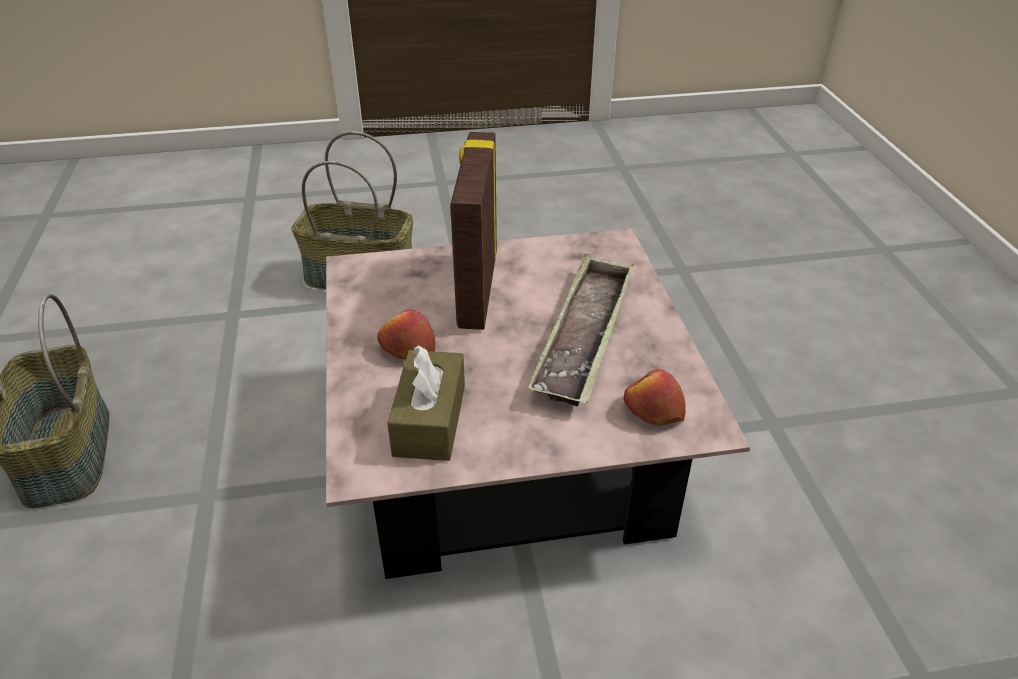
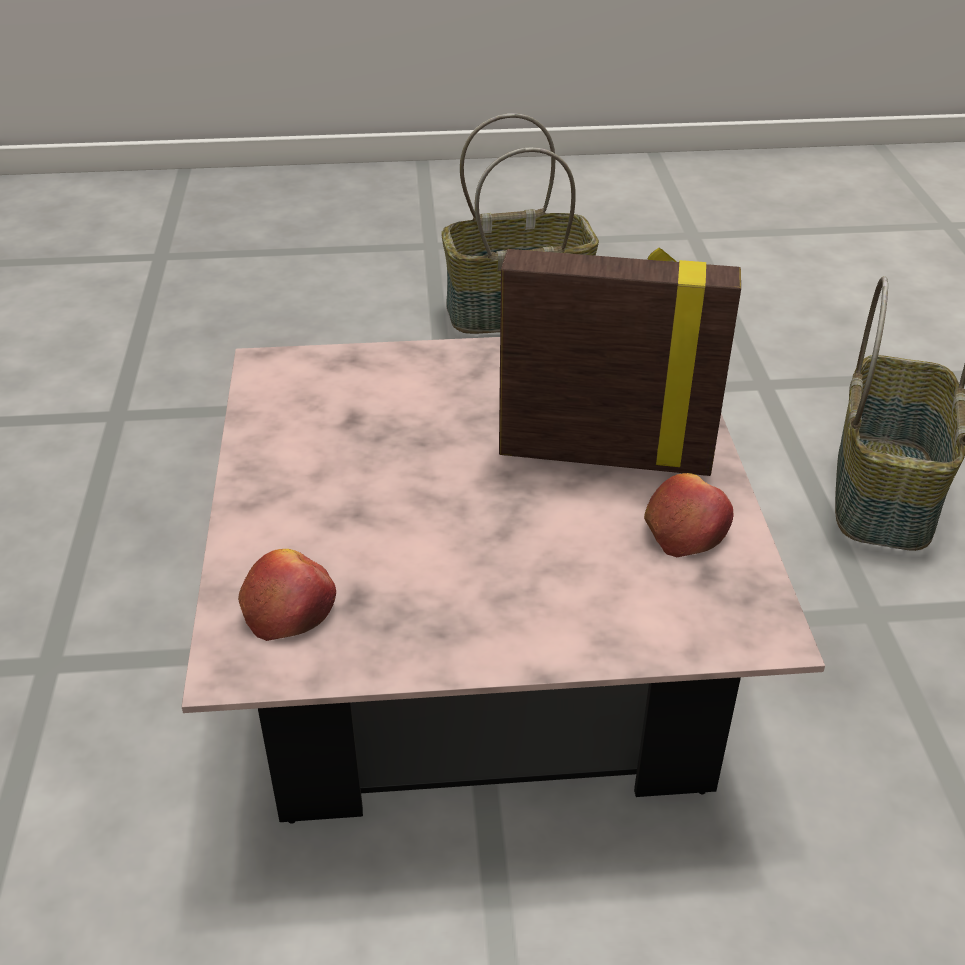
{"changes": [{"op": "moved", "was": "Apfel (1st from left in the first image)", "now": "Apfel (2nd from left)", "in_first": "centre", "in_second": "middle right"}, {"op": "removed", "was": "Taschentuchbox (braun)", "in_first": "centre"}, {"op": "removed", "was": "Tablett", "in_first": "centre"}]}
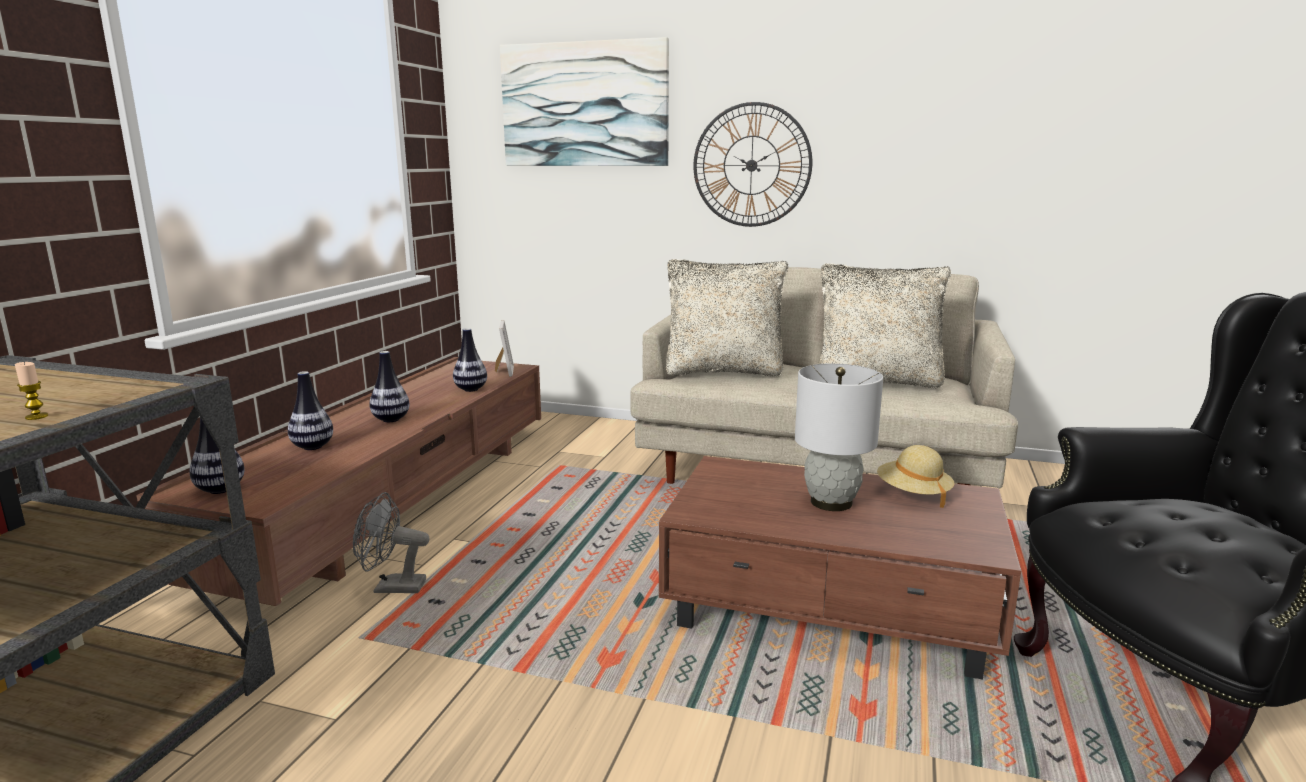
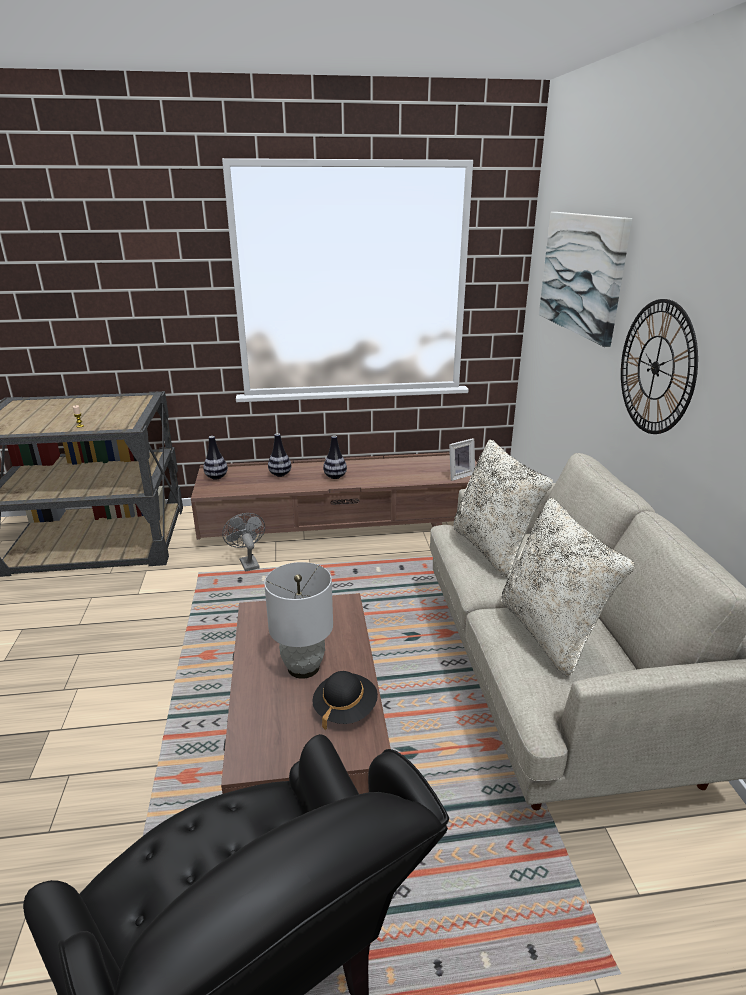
{"changes": [{"op": "recoloured", "was": "Hut (beige)", "now": "Hut (schwarz)", "in_first": "middle right", "in_second": "bottom centre"}, {"op": "removed", "was": "Vase (4th from left)", "in_first": "centre"}]}
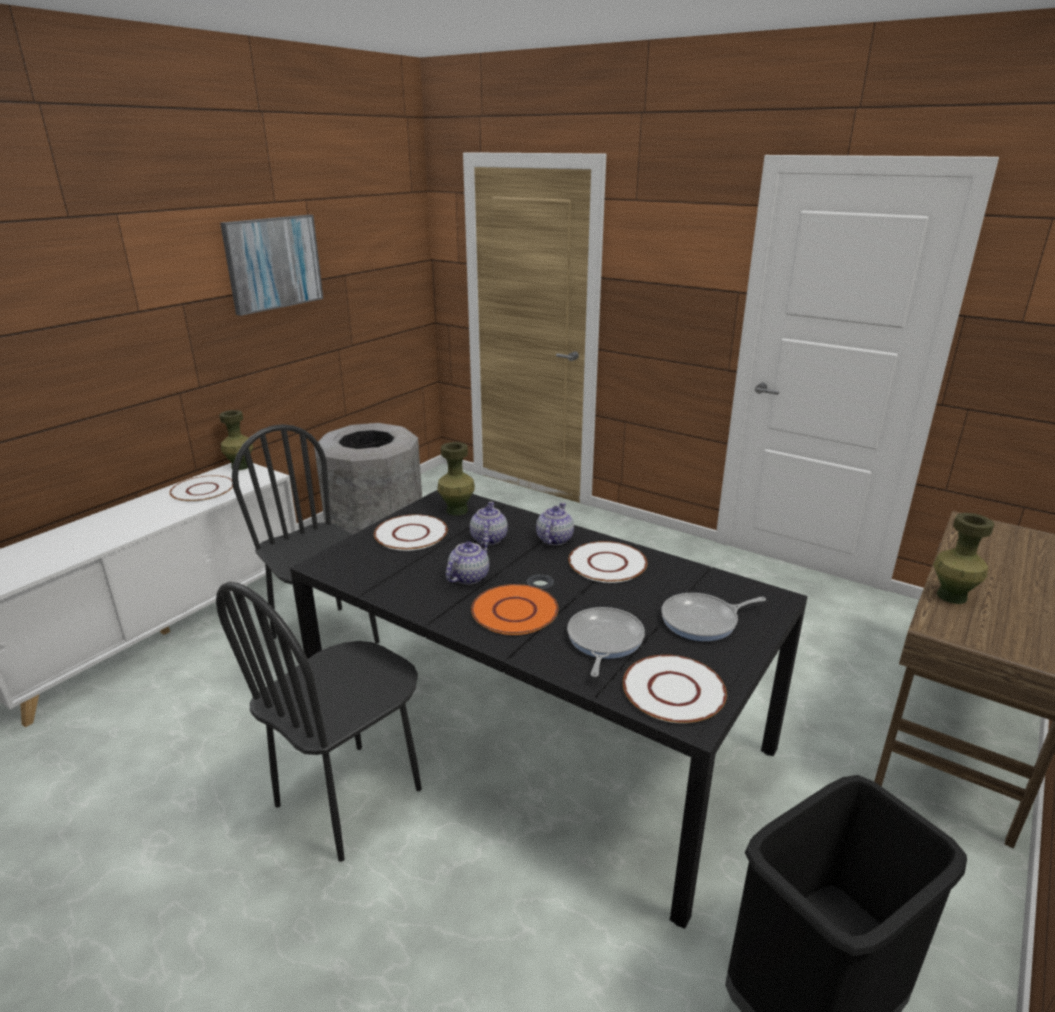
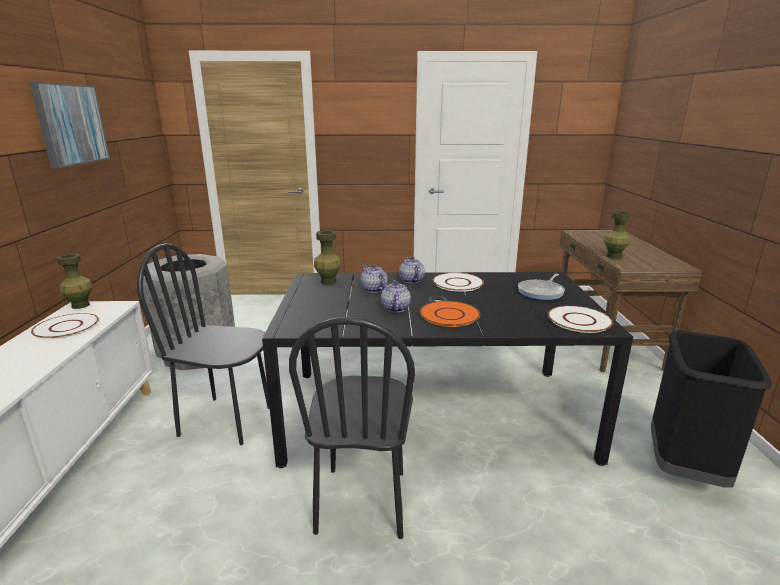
{"changes": [{"op": "removed", "was": "Teller (weiß) (2nd from left)", "in_first": "centre"}, {"op": "removed", "was": "Pfanne (1st from left)", "in_first": "centre"}]}
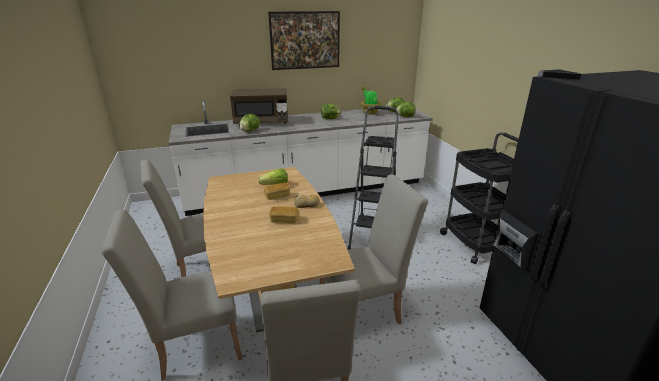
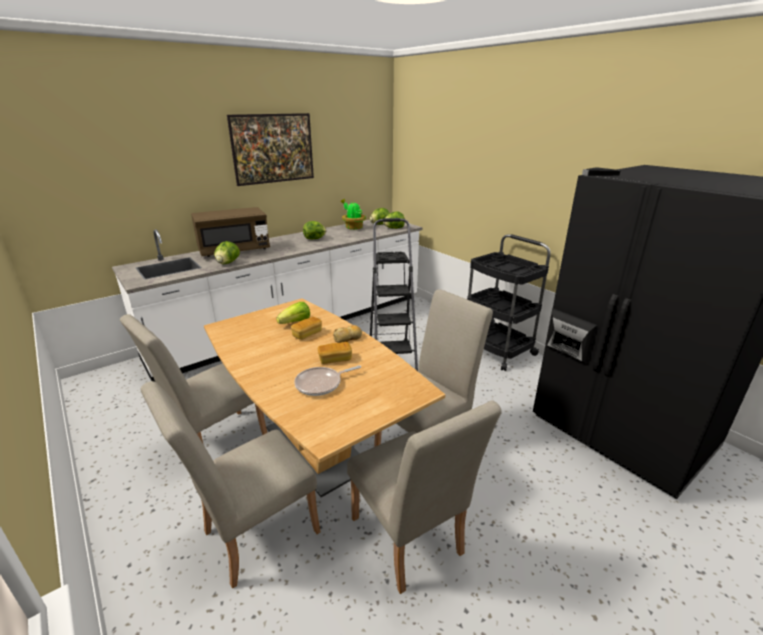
{"changes": [{"op": "added", "now": "Pfanne", "in_second": "centre"}]}
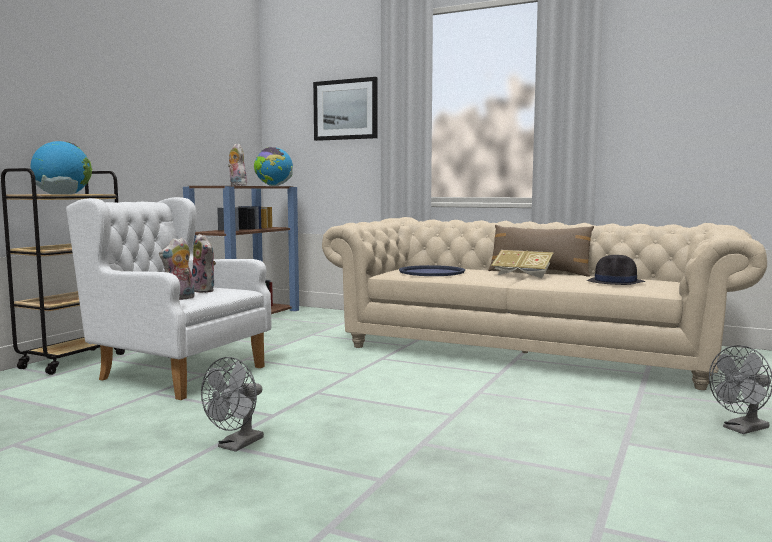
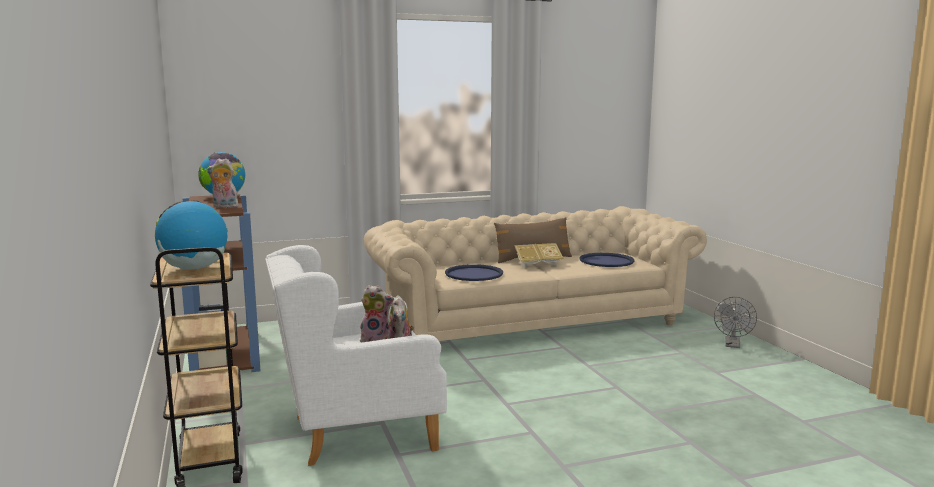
{"changes": [{"op": "replaced", "was": "Hut (schwarz)", "now": "Tablett (blau) (2nd from left)", "in_first": "middle right", "in_second": "centre"}, {"op": "removed", "was": "Ventilator (grau) (1st from left)", "in_first": "bottom left"}, {"op": "removed", "was": "Bild", "in_first": "top centre"}]}
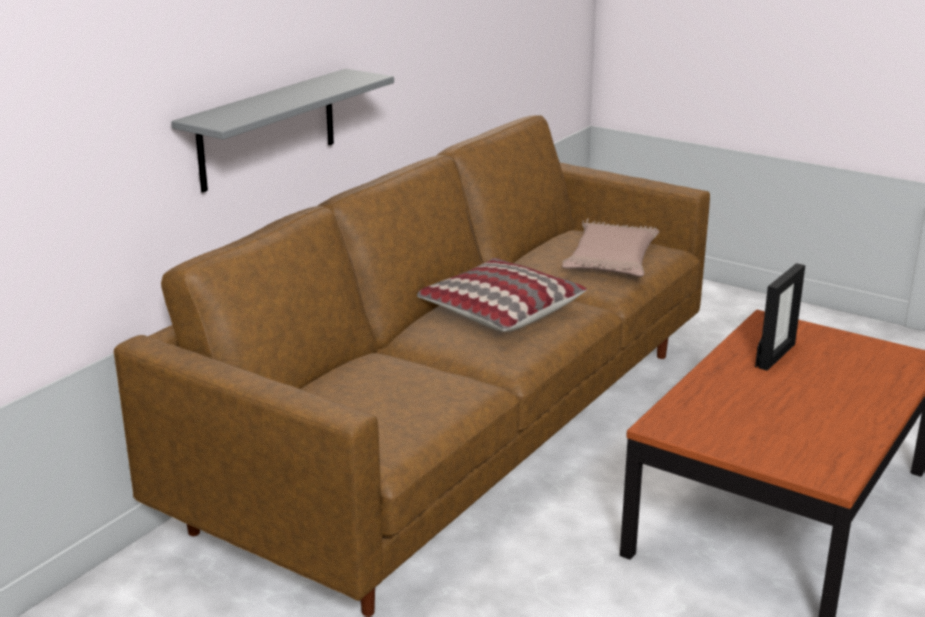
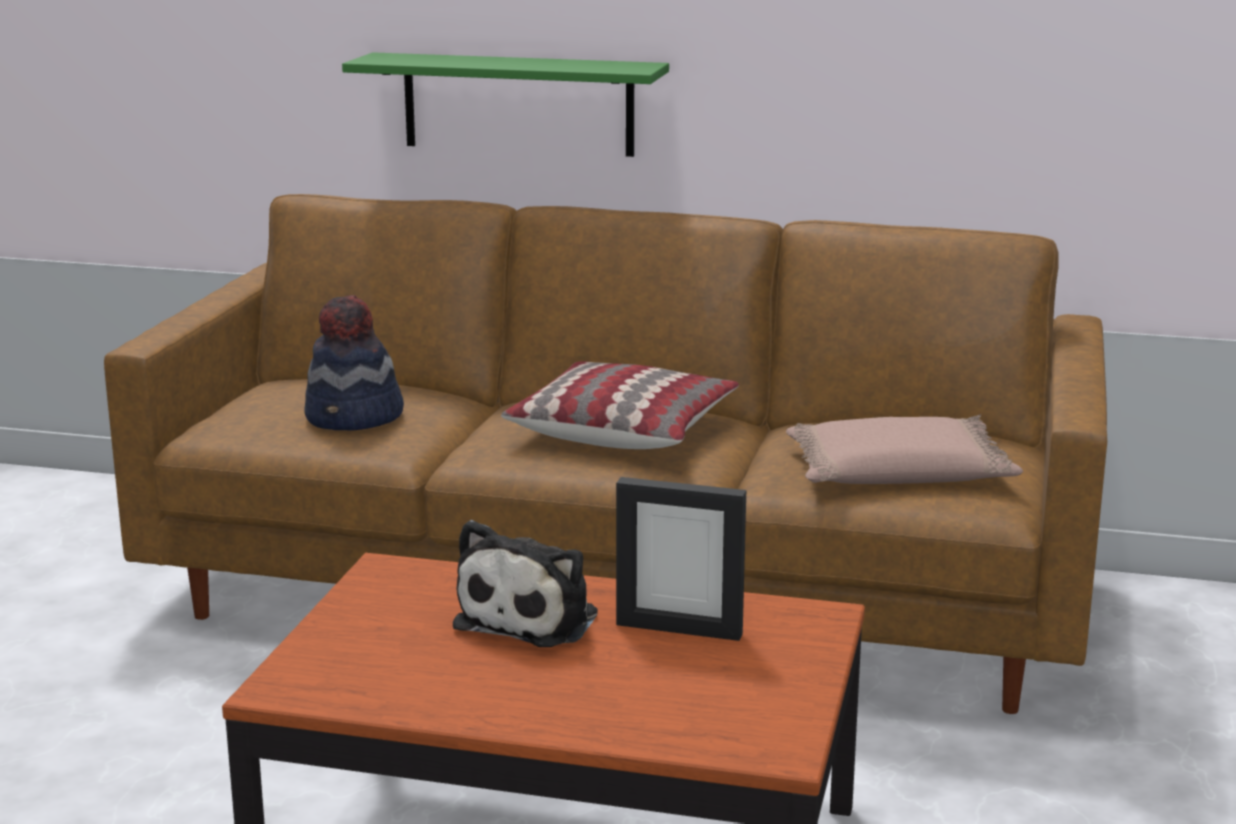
{"changes": [{"op": "added", "now": "Hut", "in_second": "middle left"}, {"op": "recoloured", "was": "Wandregal (grau)", "now": "Wandregal (grün)", "in_first": "top left", "in_second": "top centre"}, {"op": "added", "now": "Plüschtier", "in_second": "bottom centre"}]}
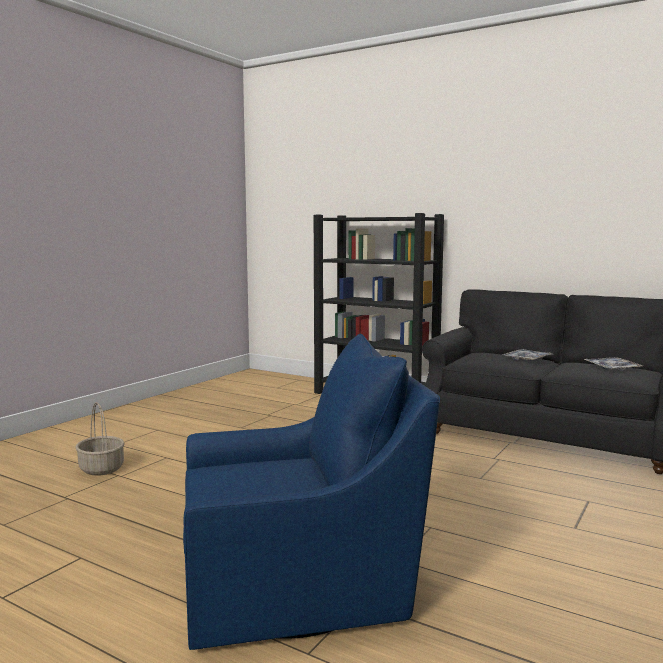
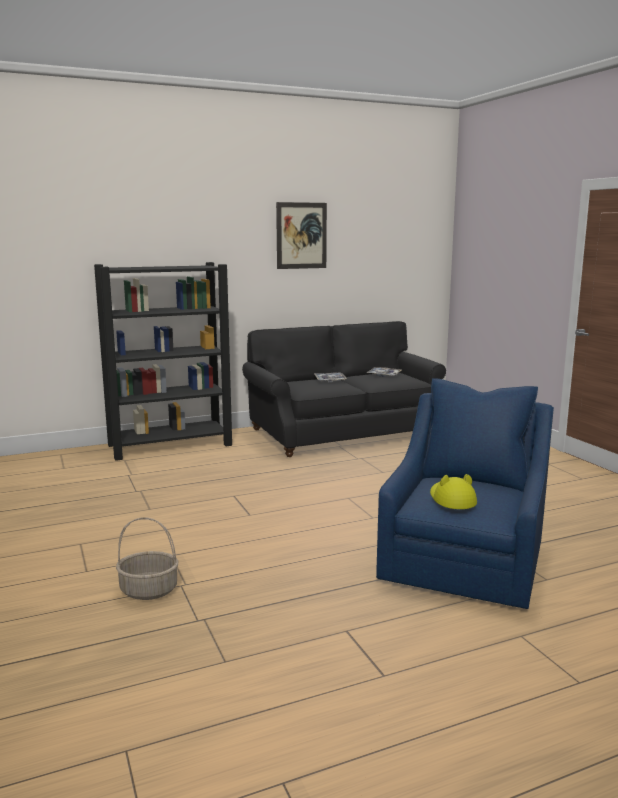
{"changes": [{"op": "added", "now": "Bild", "in_second": "top centre"}, {"op": "added", "now": "Hut (gelb)", "in_second": "middle right"}]}
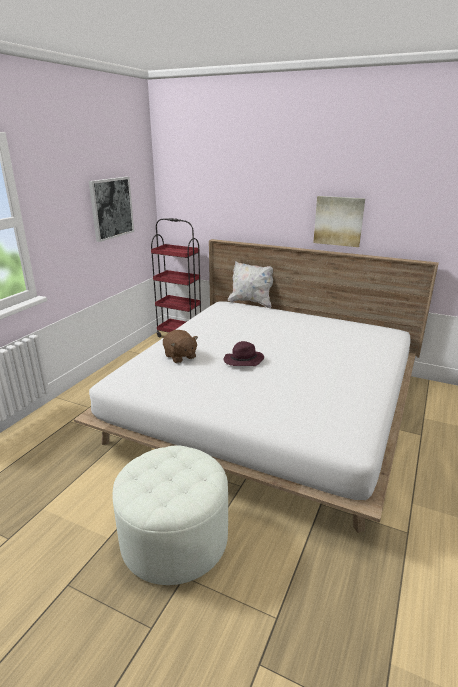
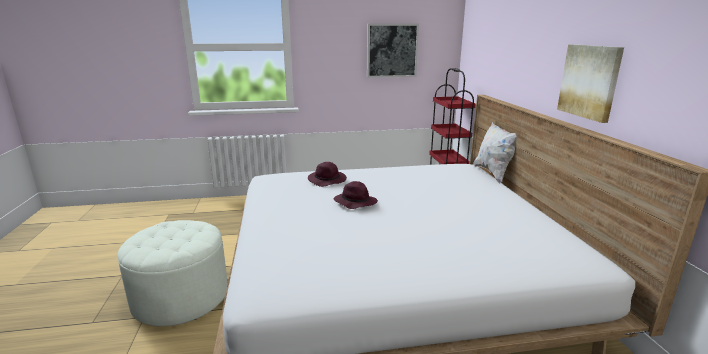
{"changes": [{"op": "replaced", "was": "Plüschtier (braun)", "now": "Hut (lila) (1st from left)", "in_first": "centre", "in_second": "centre"}]}
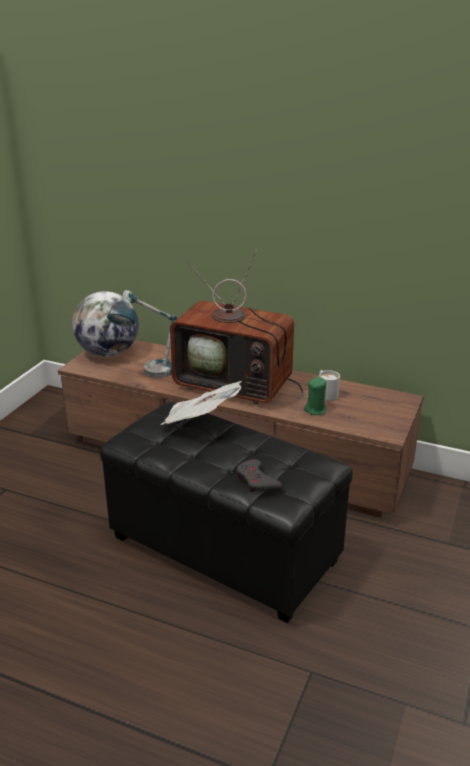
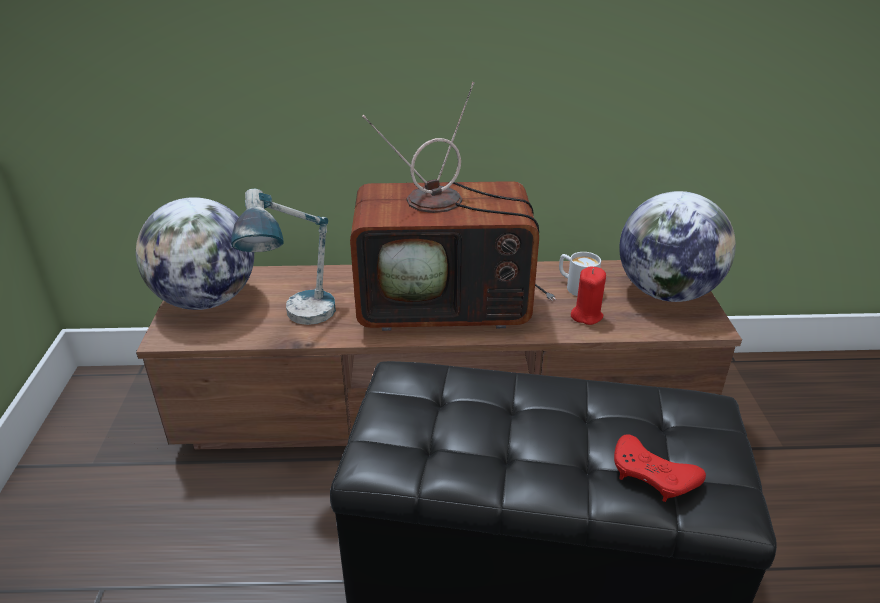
{"changes": [{"op": "recoloured", "was": "Kerze (grün)", "now": "Kerze (rot)", "in_first": "middle right", "in_second": "middle right"}, {"op": "recoloured", "was": "Gamepad (grau)", "now": "Gamepad (rot)", "in_first": "centre", "in_second": "bottom right"}, {"op": "added", "now": "Globus (2nd from left)", "in_second": "middle right"}, {"op": "removed", "was": "Zeitung", "in_first": "centre"}]}
